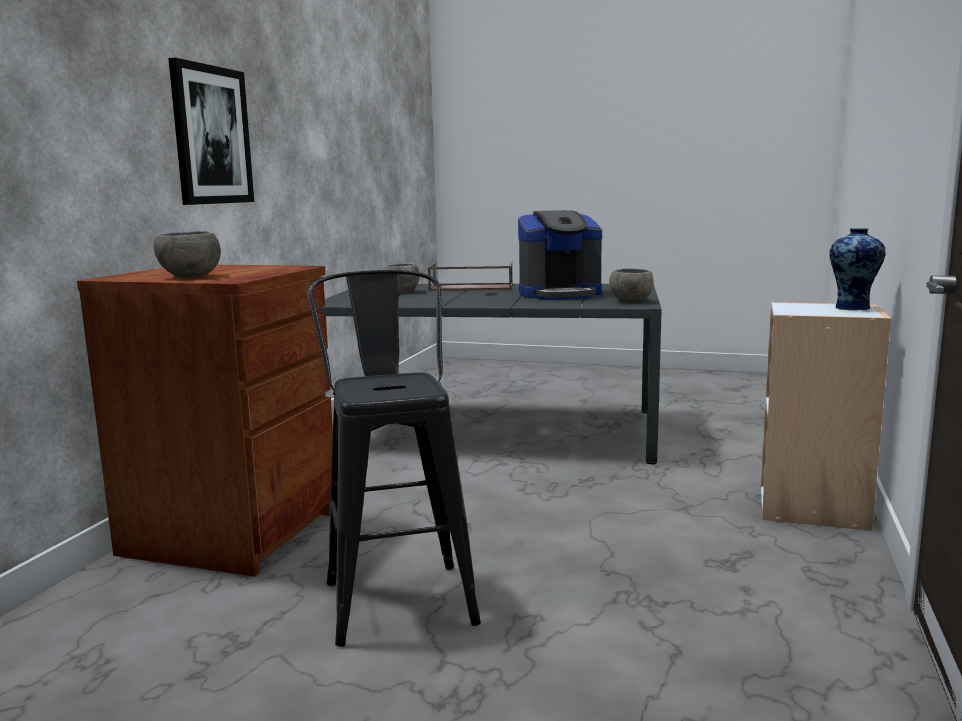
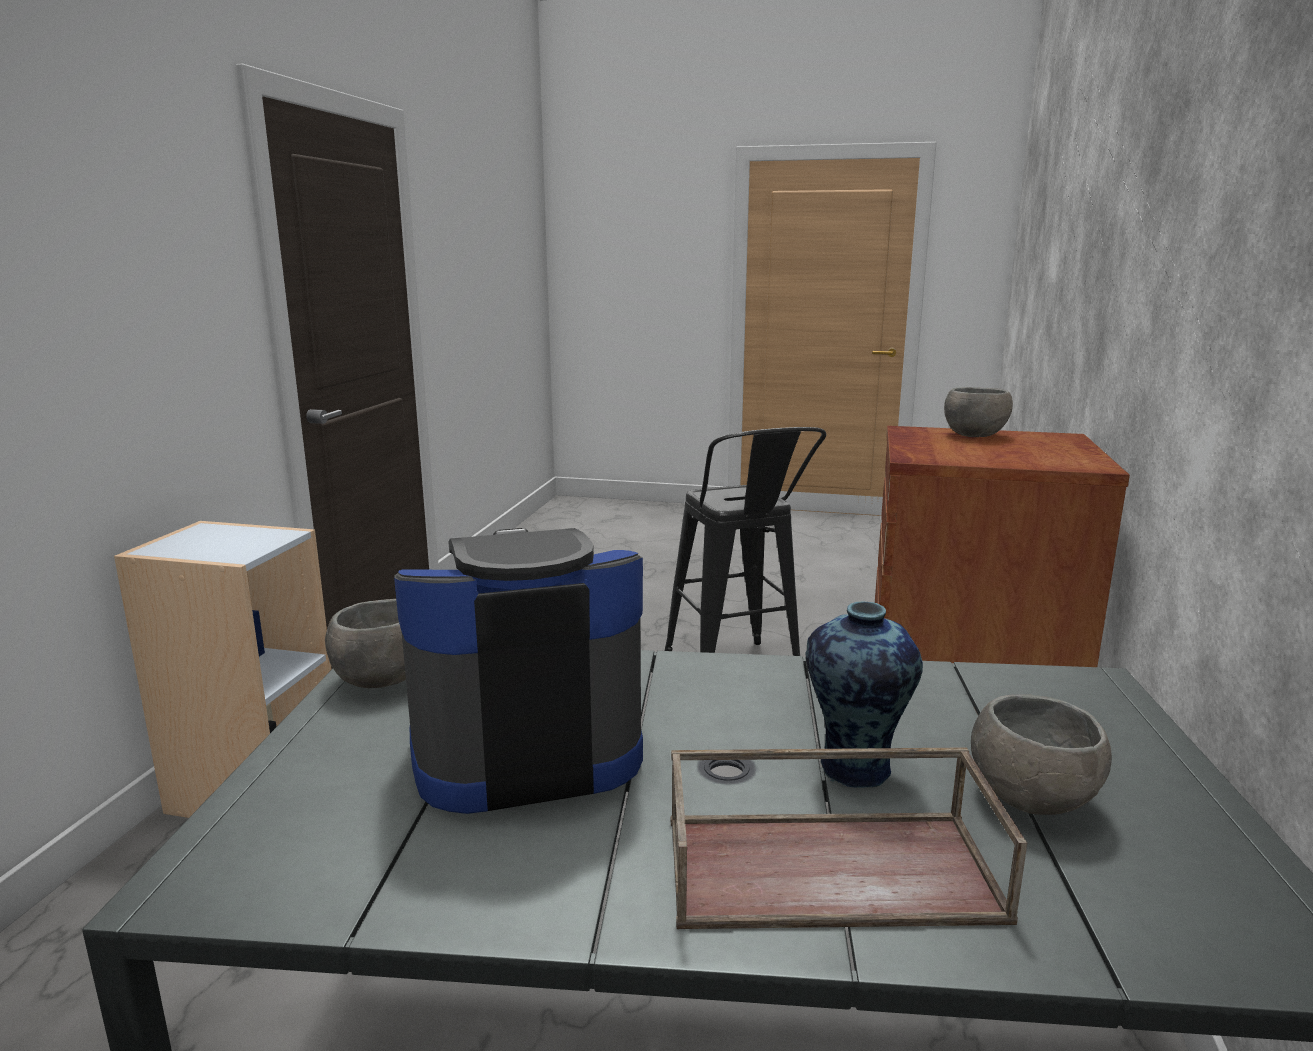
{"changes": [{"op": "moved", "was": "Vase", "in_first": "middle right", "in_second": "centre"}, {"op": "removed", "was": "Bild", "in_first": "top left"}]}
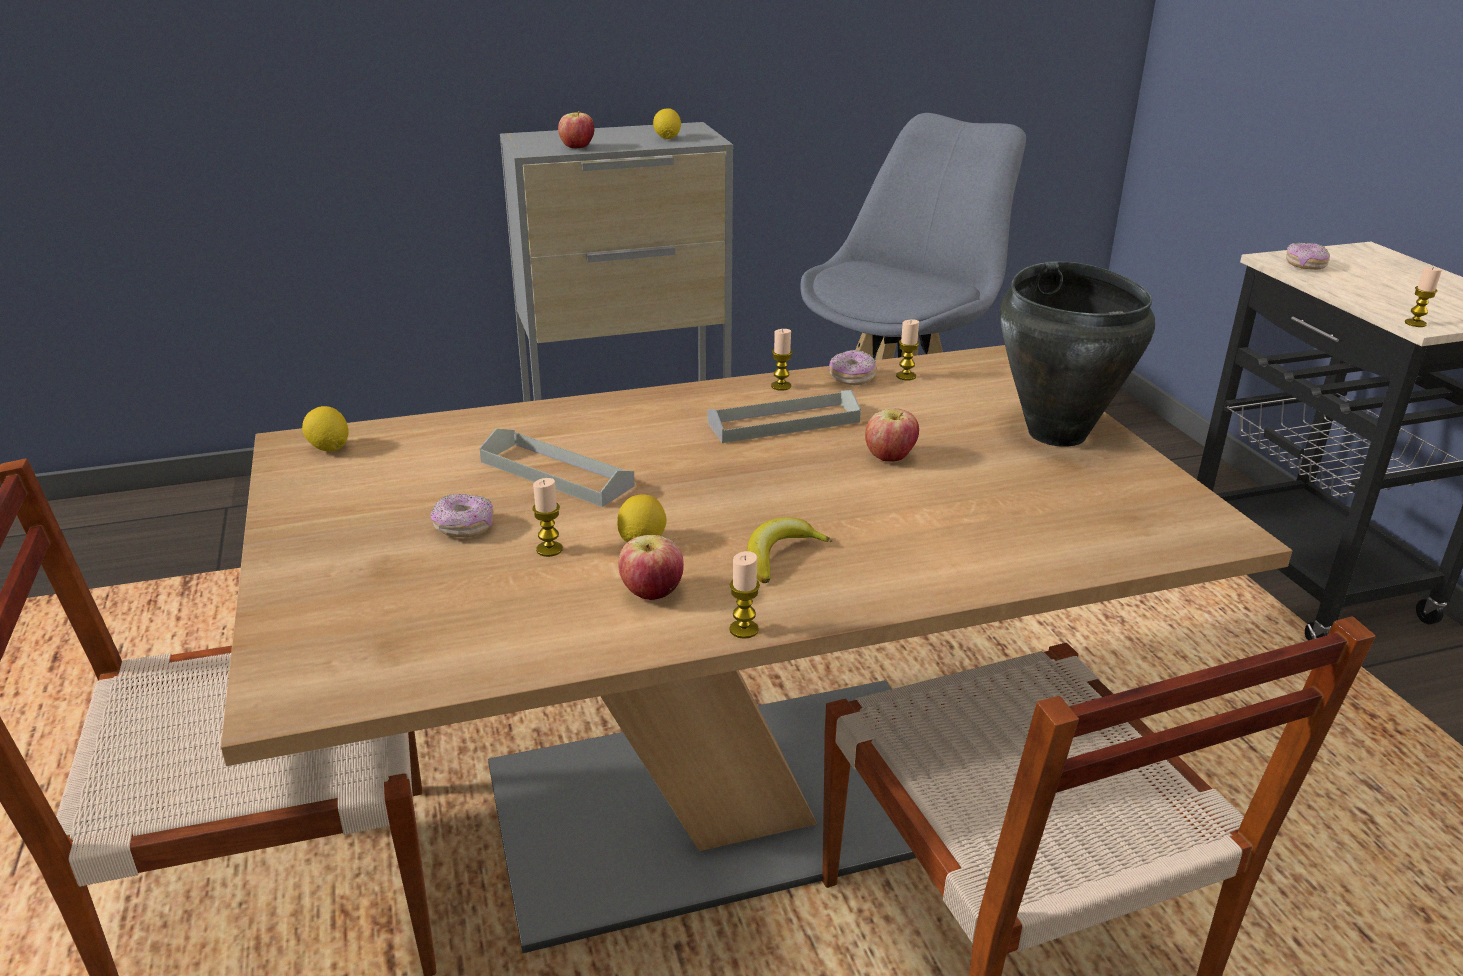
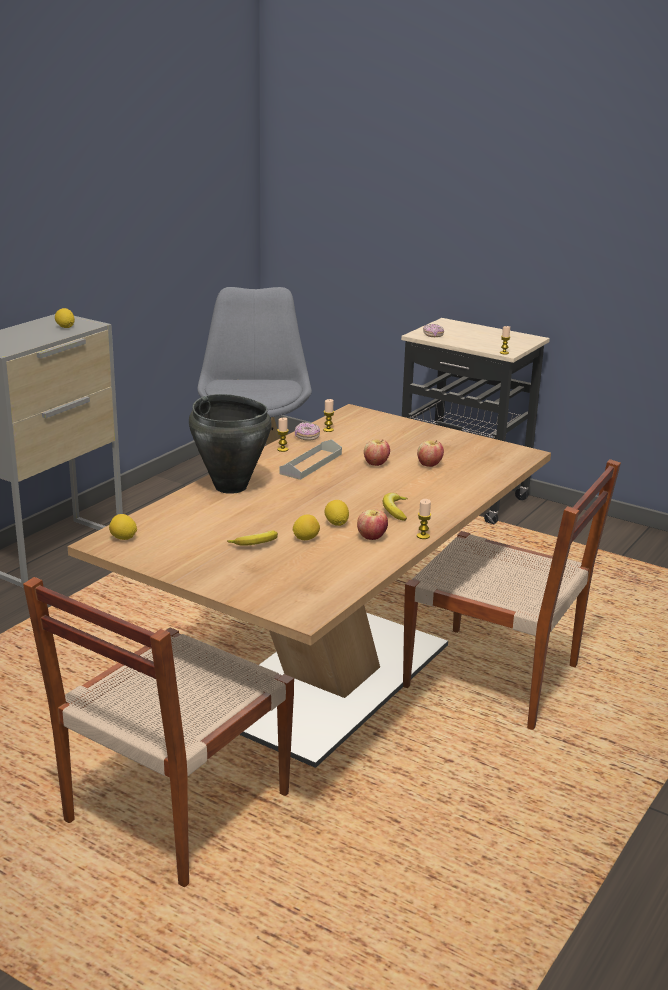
{"changes": [{"op": "moved", "was": "Kochtopf (schwarz)", "in_first": "middle right", "in_second": "centre"}, {"op": "replaced", "was": "Donut (1st from left)", "now": "Banane (1st from left)", "in_first": "middle left", "in_second": "centre"}, {"op": "replaced", "was": "Kerze (1st from left)", "now": "Zitrone (3rd from left)", "in_first": "centre", "in_second": "centre"}, {"op": "moved", "was": "Apfel (1st from left in the first image)", "now": "Apfel (3rd from left)", "in_first": "top centre", "in_second": "centre"}, {"op": "removed", "was": "Tablett (grau) (1st from left)", "in_first": "centre"}]}
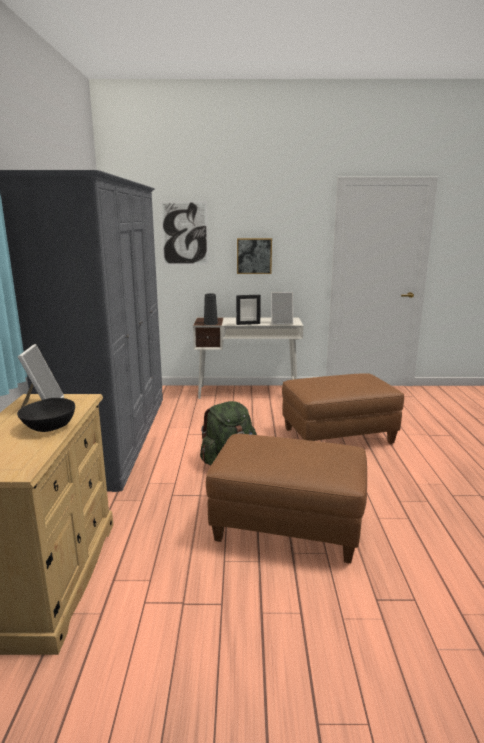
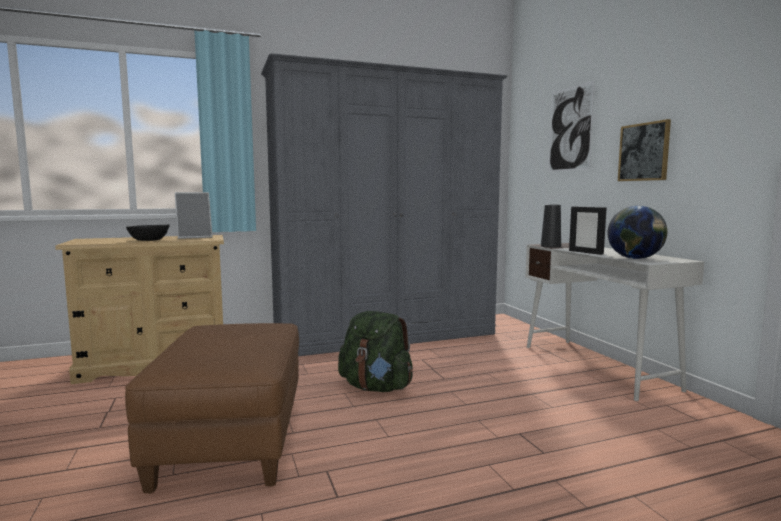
{"changes": [{"op": "replaced", "was": "Bilderrahmen (3rd from left)", "now": "Globus", "in_first": "centre", "in_second": "middle right"}, {"op": "removed", "was": "Polsterhocker (braun) (2nd from left)", "in_first": "middle right"}]}
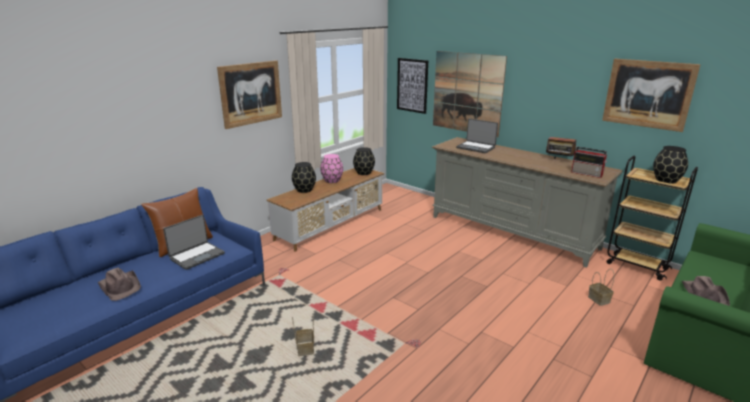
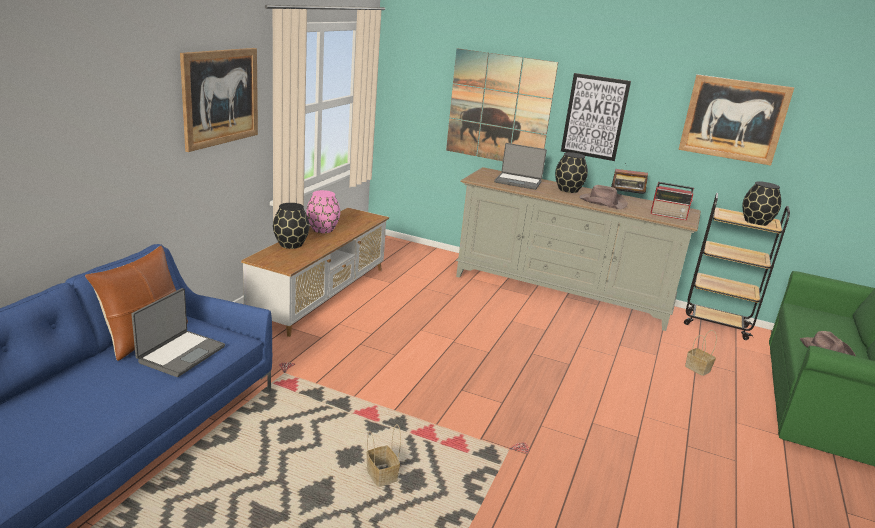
{"changes": [{"op": "moved", "was": "Vase (schwarz) (2nd from left)", "in_first": "centre", "in_second": "top centre"}, {"op": "moved", "was": "Bild (2nd from left in the first image)", "now": "Bild (3rd from left)", "in_first": "top centre", "in_second": "top right"}, {"op": "moved", "was": "Hut (braun) (1st from left)", "in_first": "bottom left", "in_second": "middle right"}]}
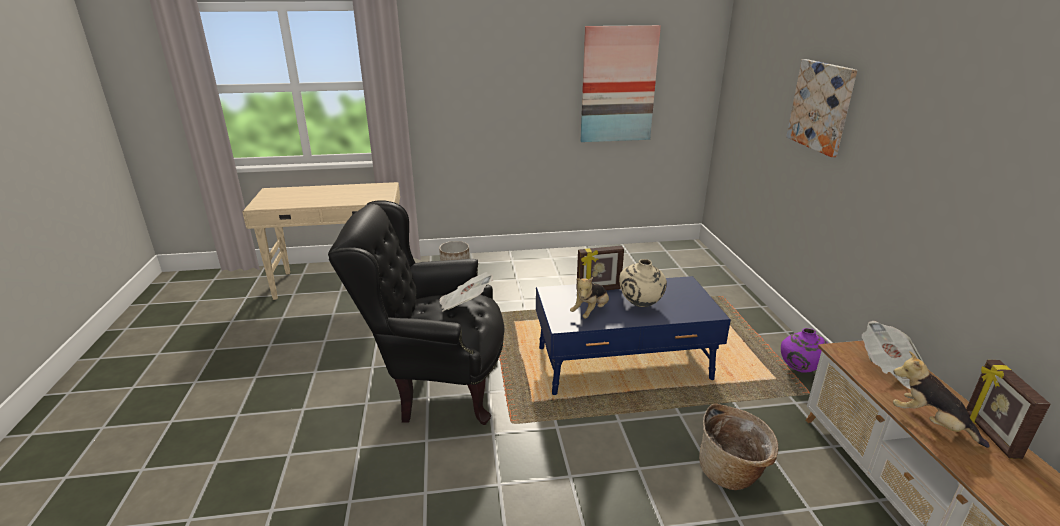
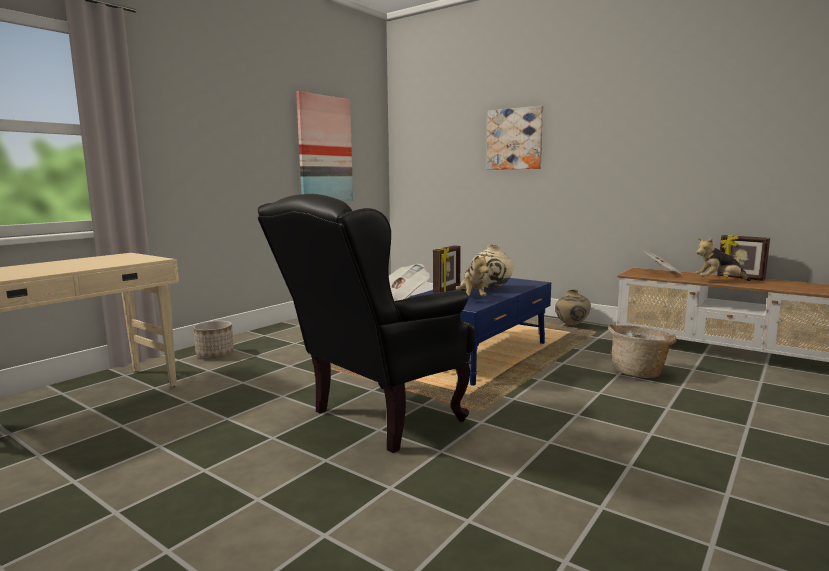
{"changes": [{"op": "recoloured", "was": "Vase (lila)", "now": "Vase (beige) (2nd from left)", "in_first": "middle right", "in_second": "middle right"}]}
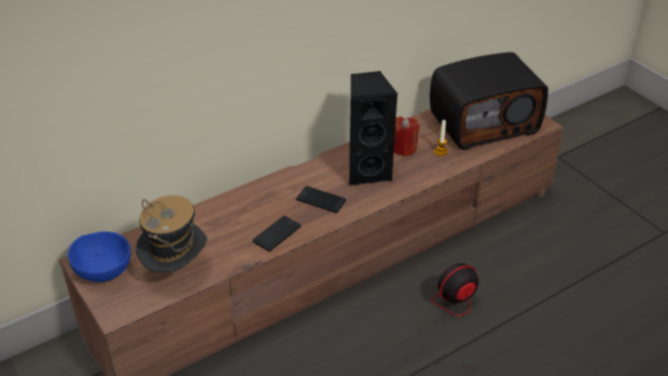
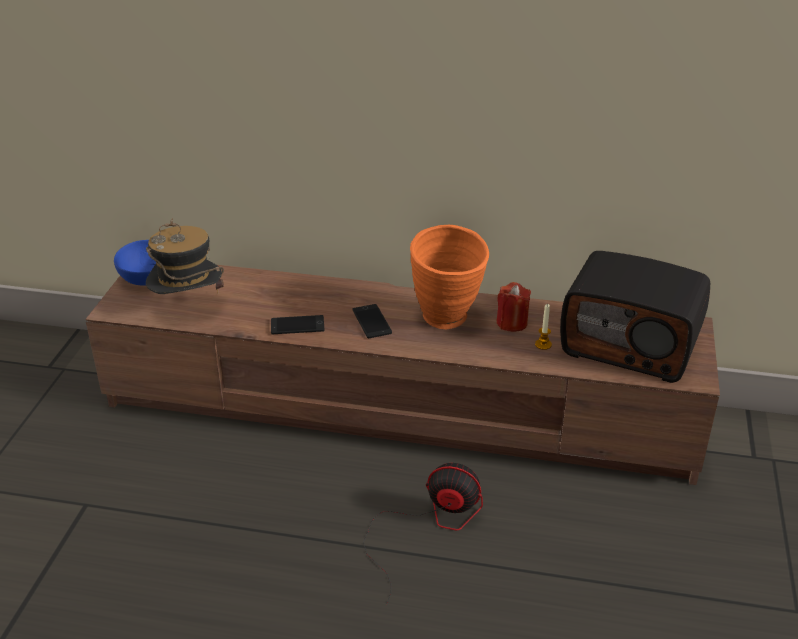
{"changes": [{"op": "replaced", "was": "Lautsprecher (schwarz)", "now": "Vase (orange)", "in_first": "centre", "in_second": "centre"}]}
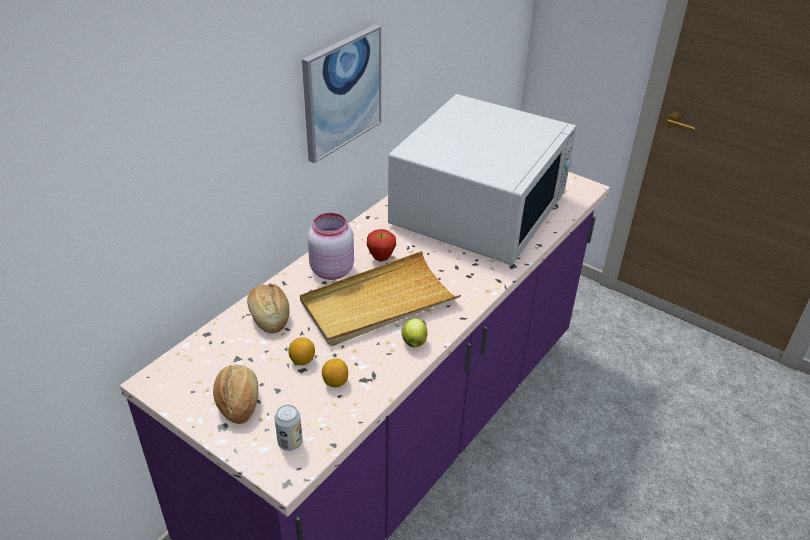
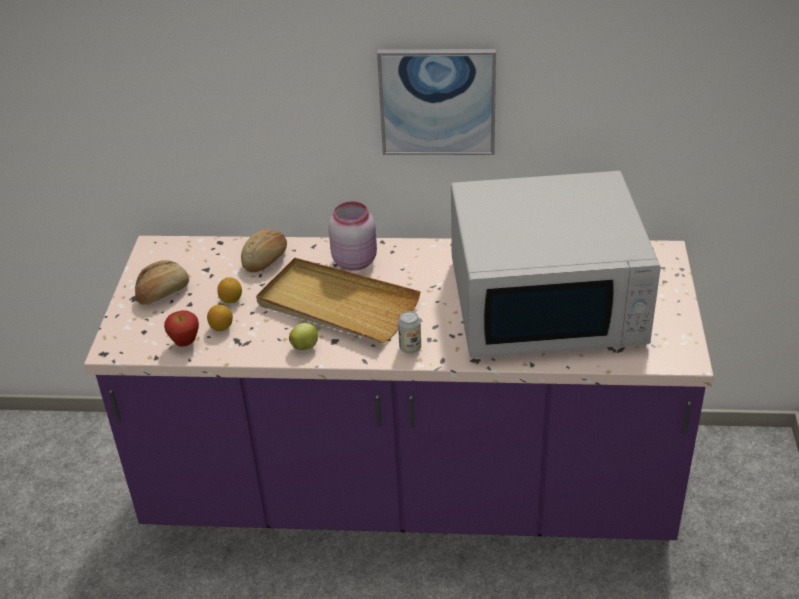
{"changes": [{"op": "moved", "was": "Apfel (1st from left)", "in_first": "centre", "in_second": "middle left"}, {"op": "moved", "was": "Dose", "in_first": "bottom centre", "in_second": "centre"}]}
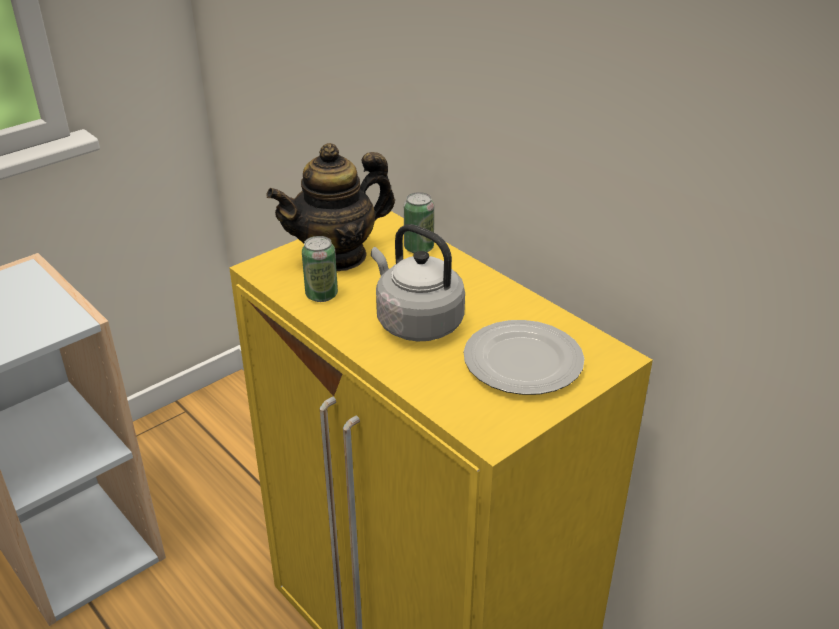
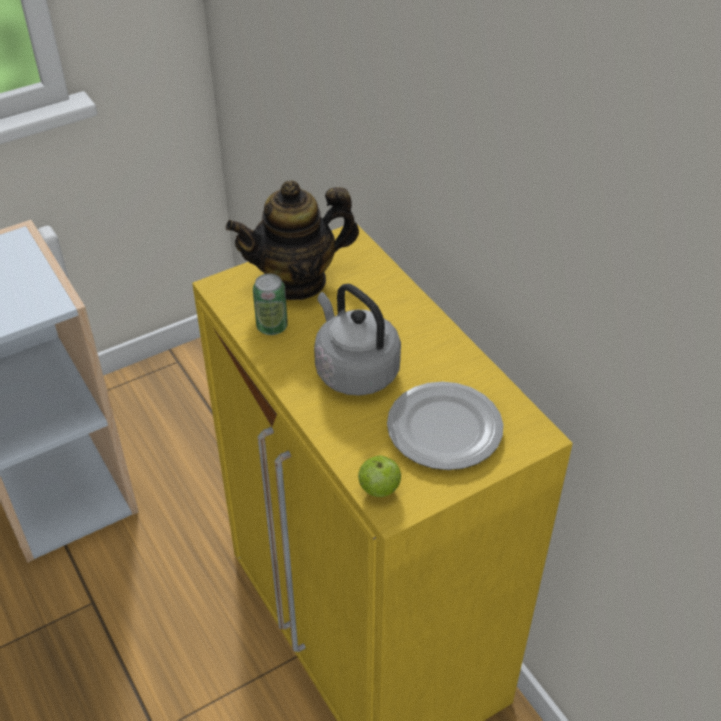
{"changes": [{"op": "added", "now": "Apfel", "in_second": "centre"}, {"op": "removed", "was": "Dose (2nd from left)", "in_first": "centre"}]}
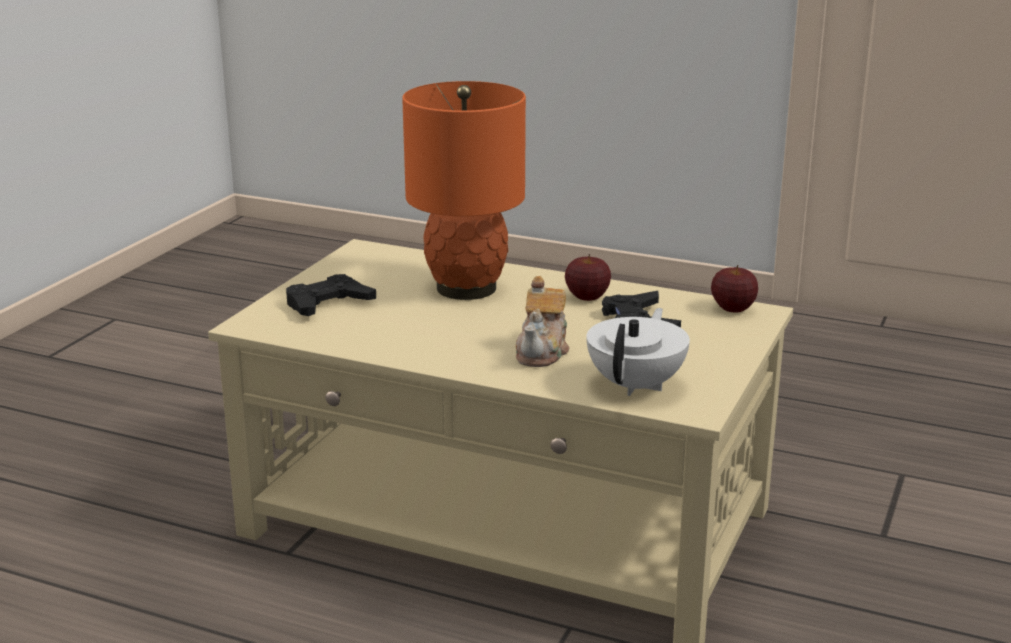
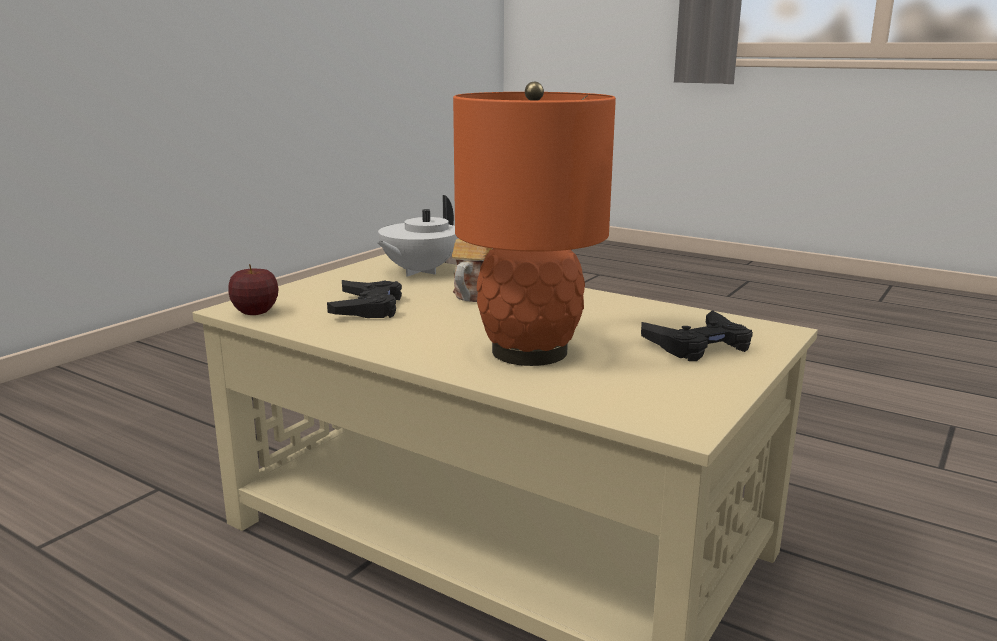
{"changes": [{"op": "removed", "was": "Apfel (1st from left)", "in_first": "centre"}]}
